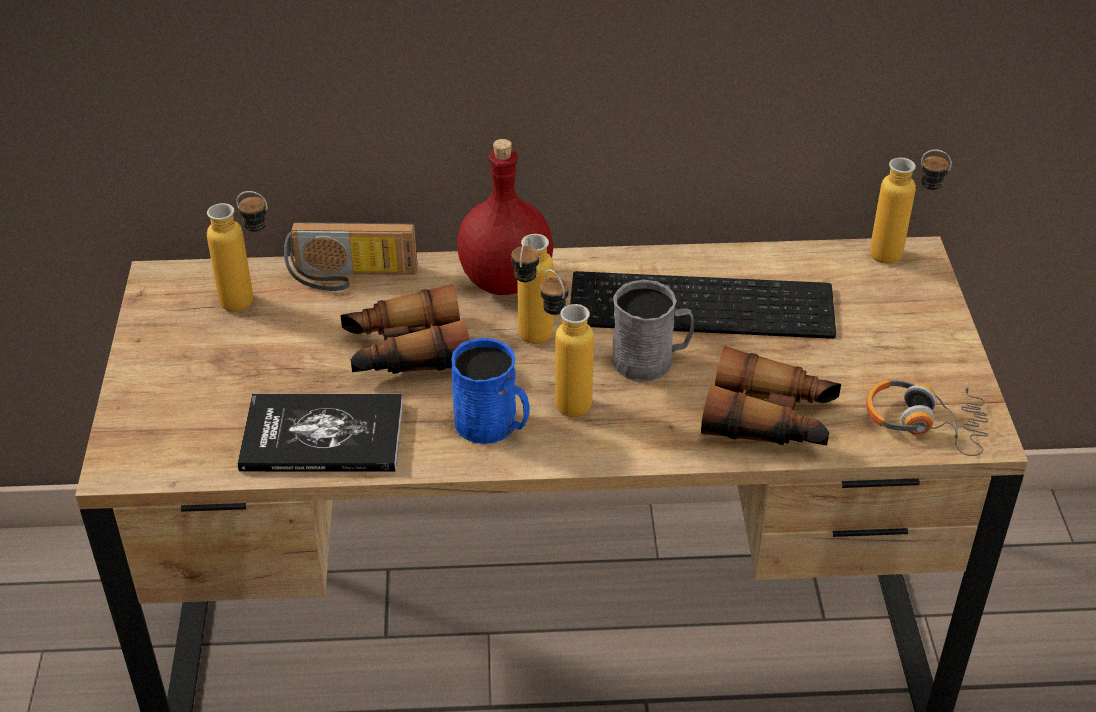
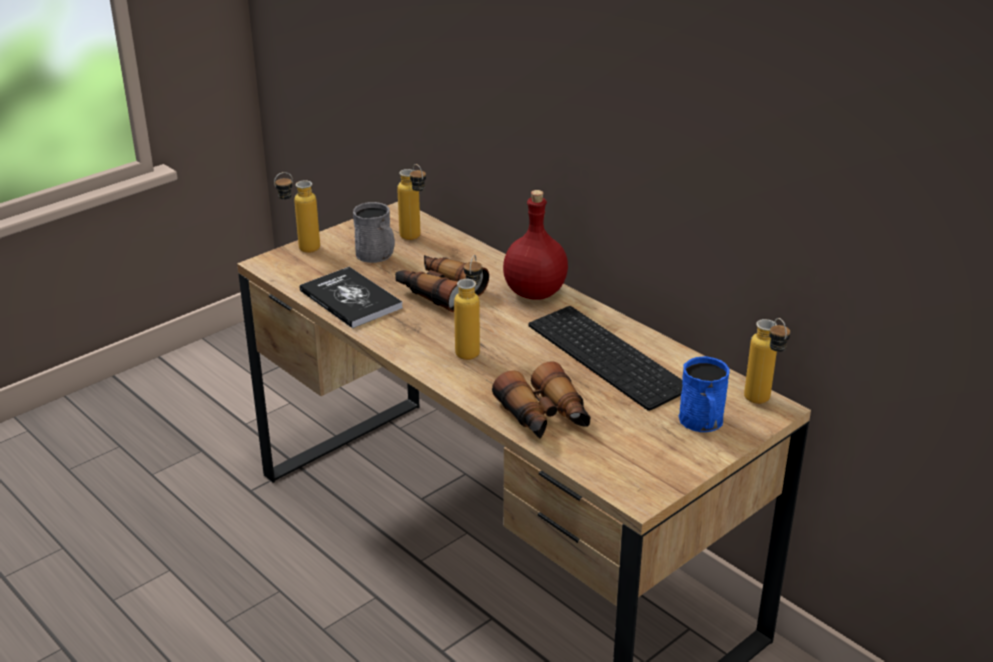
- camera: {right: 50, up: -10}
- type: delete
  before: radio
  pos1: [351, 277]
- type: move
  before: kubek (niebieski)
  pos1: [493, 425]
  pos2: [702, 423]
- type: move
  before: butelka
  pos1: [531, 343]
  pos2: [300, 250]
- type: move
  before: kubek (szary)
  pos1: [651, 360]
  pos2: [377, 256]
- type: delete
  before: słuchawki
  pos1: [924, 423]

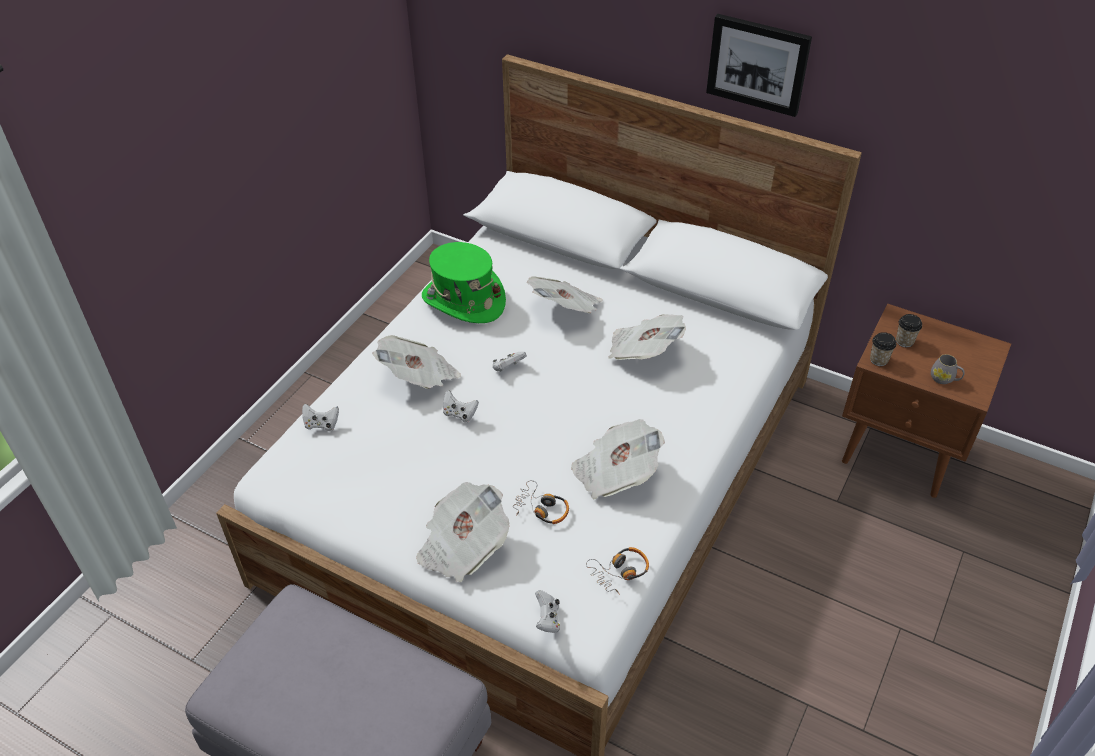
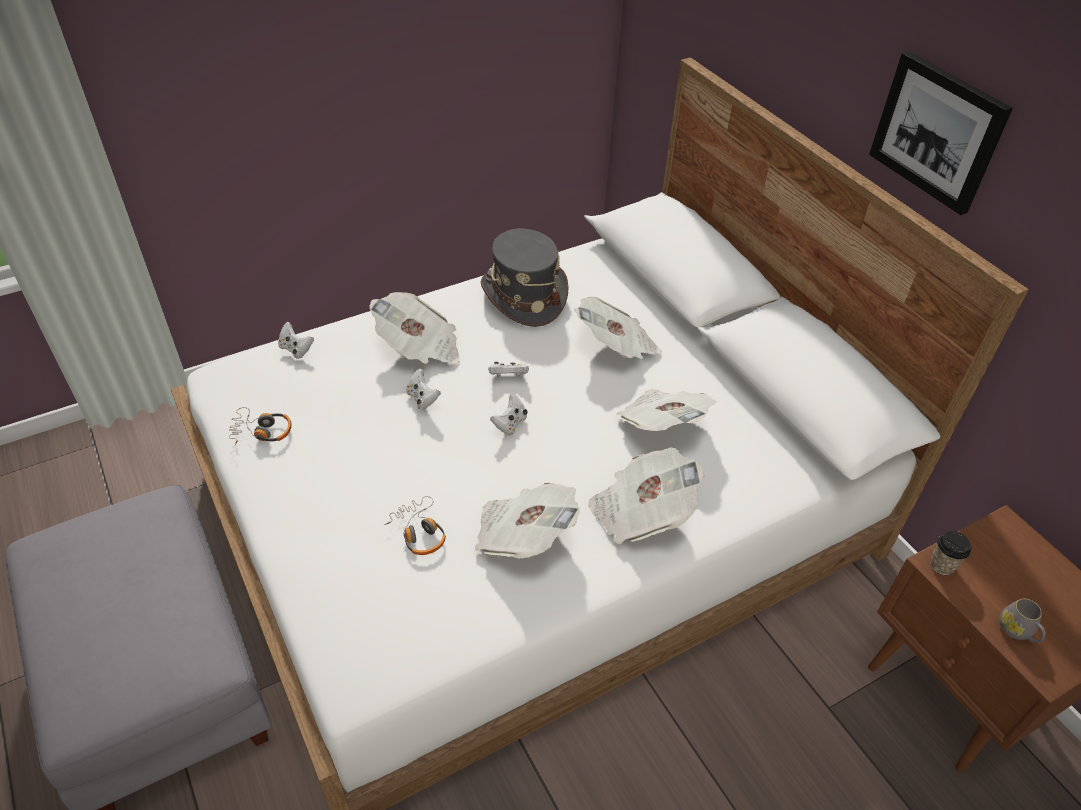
- camera: {right: 30, up: 0}
- type: move
  before: gazeta
  pos1: [462, 546]
  pos2: [641, 512]
- type: recolor
  before: kapelusz (zielony)
  after: kapelusz (szary)
  pos1: [463, 300]
  pos2: [523, 296]
- type: move
  before: pad do gier (biały)
  pos1: [547, 619]
  pos2: [510, 424]
- type: move
  before: słuchawki
  pos1: [620, 572]
  pos2: [261, 431]
- type: delete
  before: filiżanka
  pos1: [904, 341]

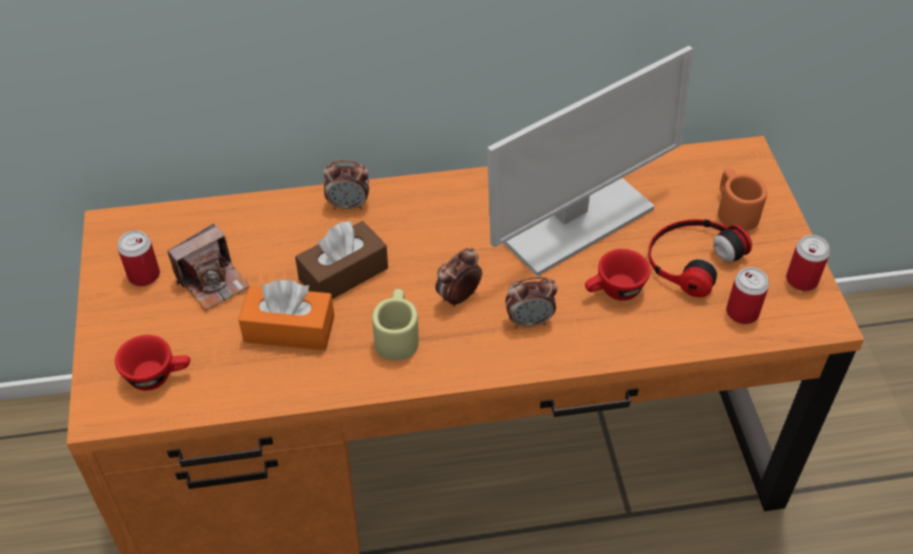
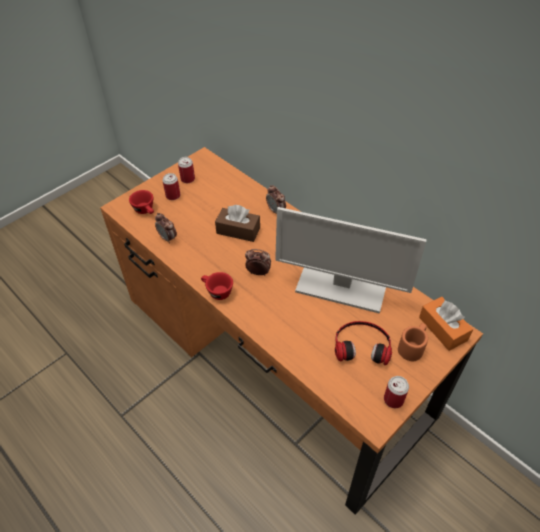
- camera: {right: 55, up: 0}
- type: delete
  before: aparat fotograficzny
  pos1: [213, 282]
- type: move
  before: pudełko chusteczek (pomarańczowy)
  pos1: [289, 329]
  pos2: [443, 328]
- type: delete
  before: kubek (beżowy)
  pos1: [397, 335]
- type: move
  before: budzik
  pos1: [529, 321]
  pos2: [168, 238]
- type: move
  before: filiżanka (czerwony)
  pos1: [614, 291]
  pos2: [216, 292]
- type: move
  before: puszka
  pos1: [742, 312]
  pos2: [173, 195]

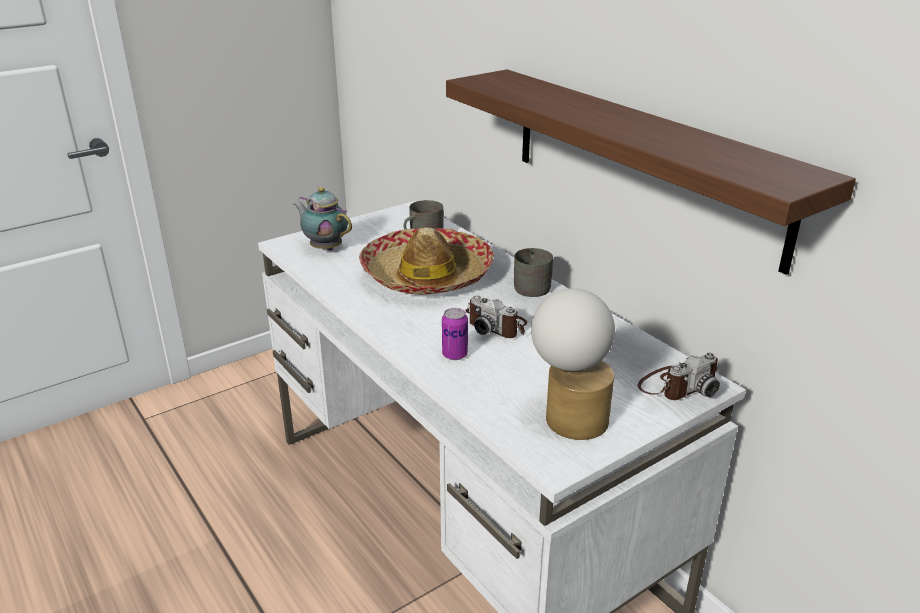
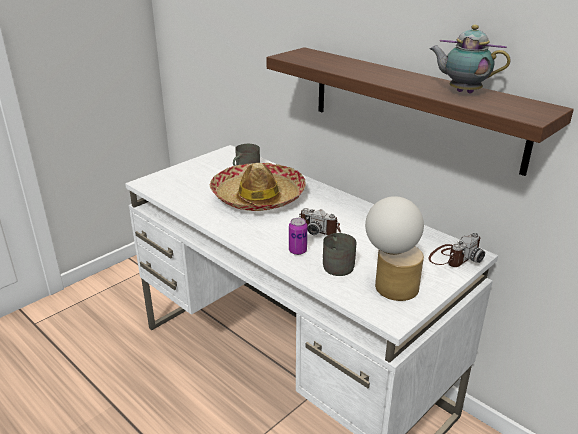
- camera: {right: -10, up: 0}
- type: move
  before: imbryk
  pos1: [325, 248]
  pos2: [462, 92]
- type: move
  before: kubek (szary)
  pos1: [532, 285]
  pos2: [338, 264]

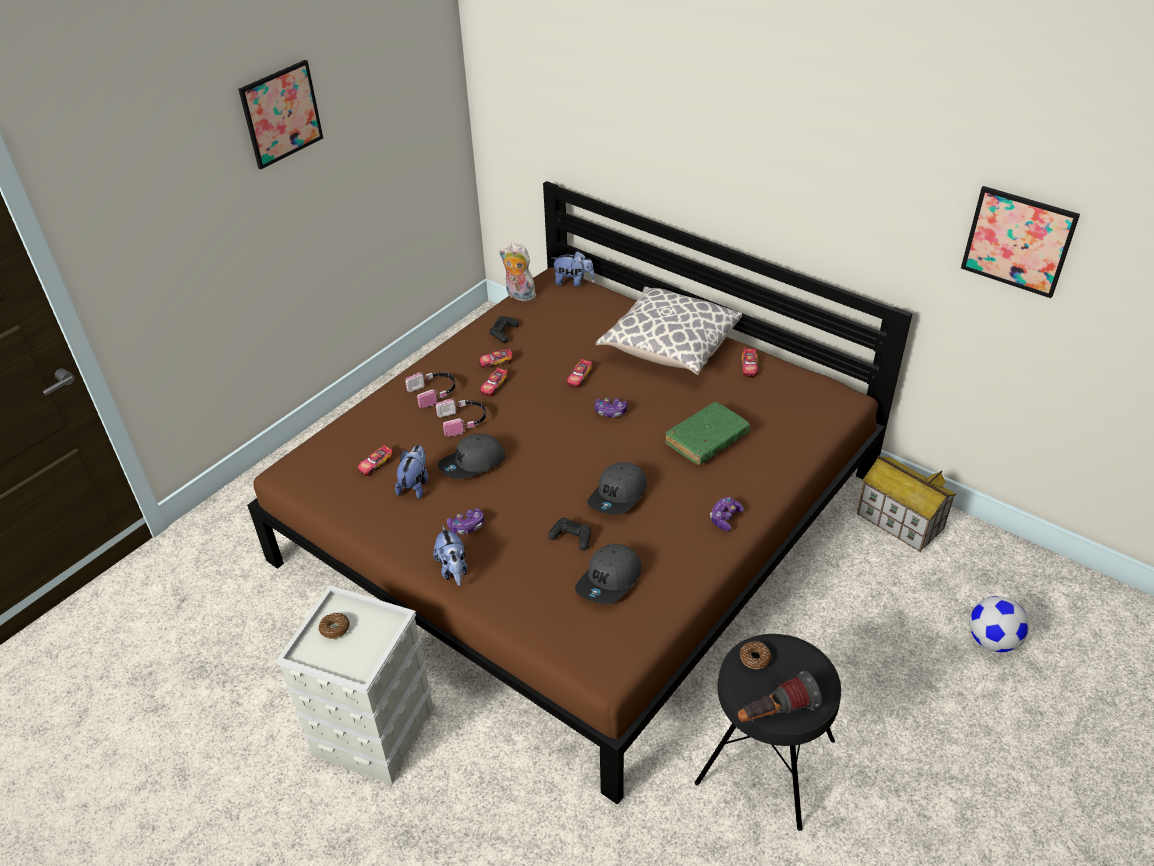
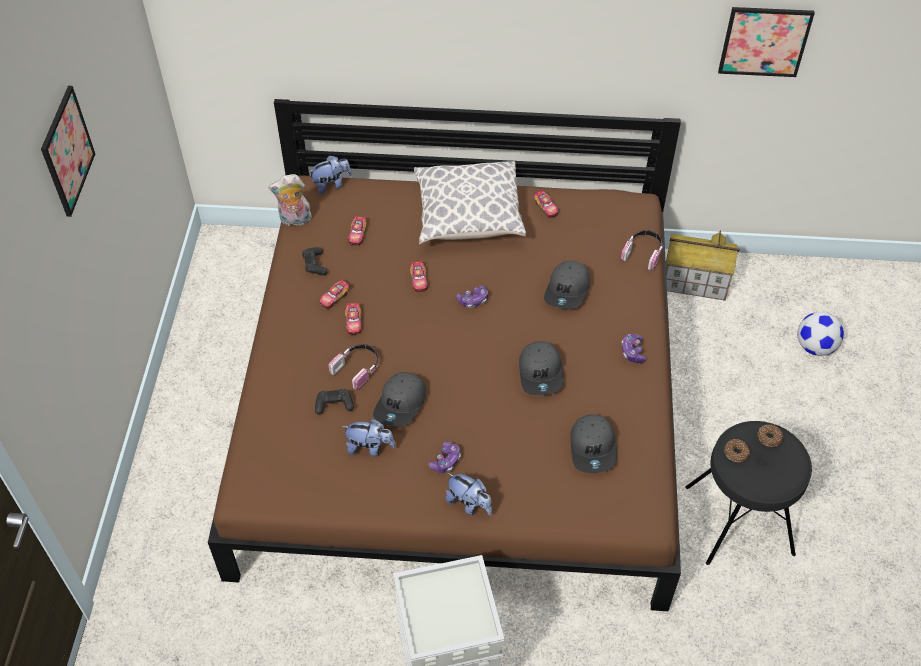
- camera: {right: -35, up: 10}
- type: move
  before: donut
  pos1: [335, 629]
  pos2: [769, 438]
- type: move
  before: samochodzik
  pos1: [375, 465]
  pos2: [357, 234]
- type: rotate
  before: pluszak
  pos1: [415, 485]
  pos2: [370, 447]
  turn: 120
- type: move
  before: słuchawki
  pos1: [434, 393]
  pos2: [643, 252]
- type: move
  before: pad do gier (czarny)
  pos1: [571, 538]
  pos2: [334, 404]
- type: replace
  before: książka (zielony)
  after: czapka z daszkiem (szary)
  pos1: [707, 440]
  pos2: [568, 290]
- type: delete
  before: latarka
  pos1: [775, 713]

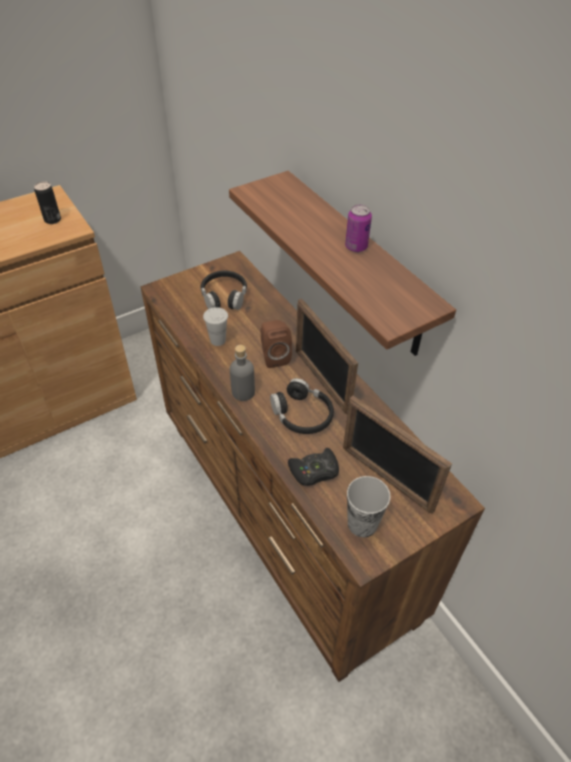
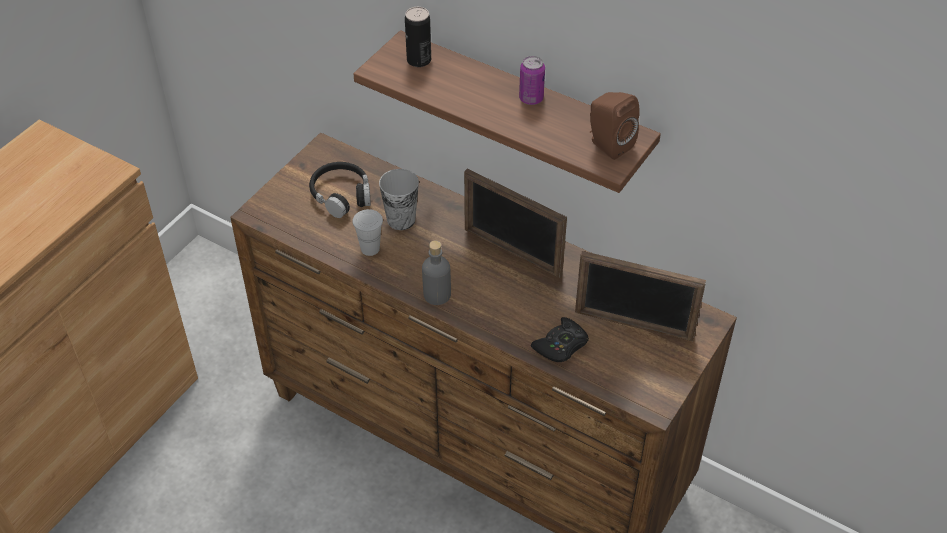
- camera: {right: -25, up: 0}
- type: move
  before: puszka
  pos1: [52, 220]
  pos2: [419, 60]
- type: move
  before: głośnik (brązowy)
  pos1: [274, 356]
  pos2: [608, 144]
- type: delete
  before: słuchawki (czarny)
  pos1: [302, 415]
- type: move
  before: filiżanka
  pos1: [362, 523]
  pos2: [401, 220]

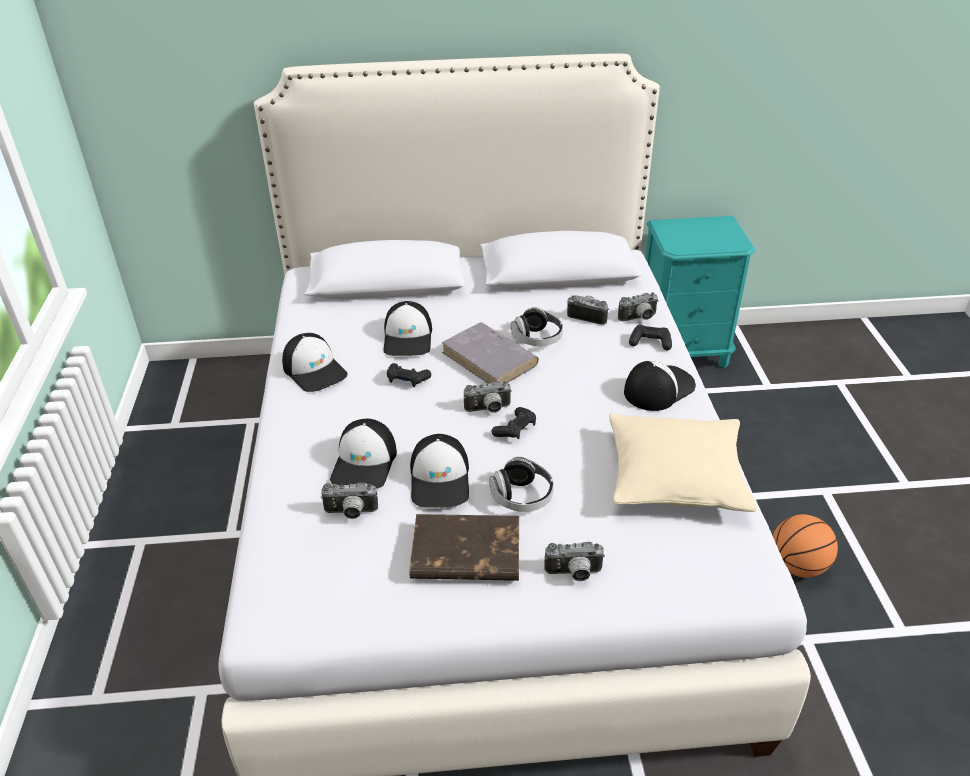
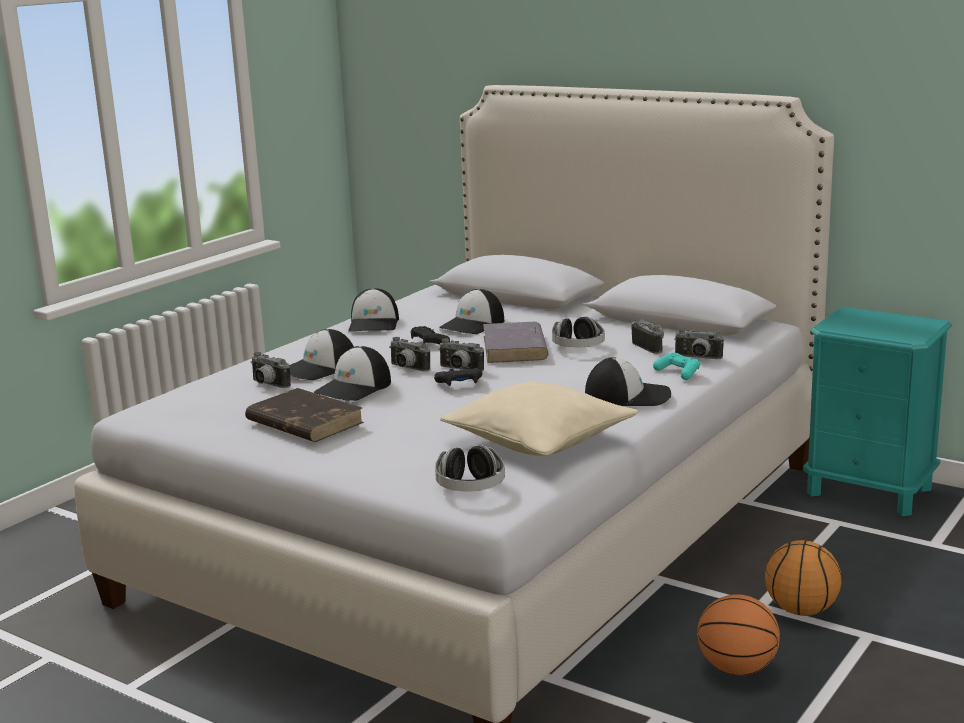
- camera: {right: 40, up: -20}
- type: move
  before: słuchawki
  pos1: [522, 497]
  pos2: [470, 488]
- type: move
  before: aparat fotograficzny
  pos1: [574, 574]
  pos2: [407, 368]
- type: recolor
  before: pad do gier (czarny)
  after: pad do gier (turkusowy)
  pos1: [650, 342]
  pos2: [678, 372]
- type: insert
  after: piłka do koszykówki
  pos2: [801, 611]

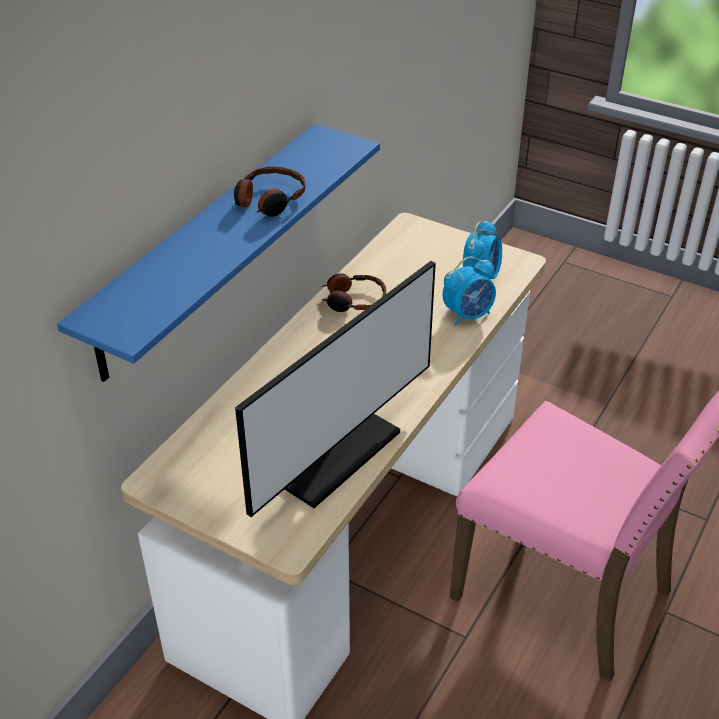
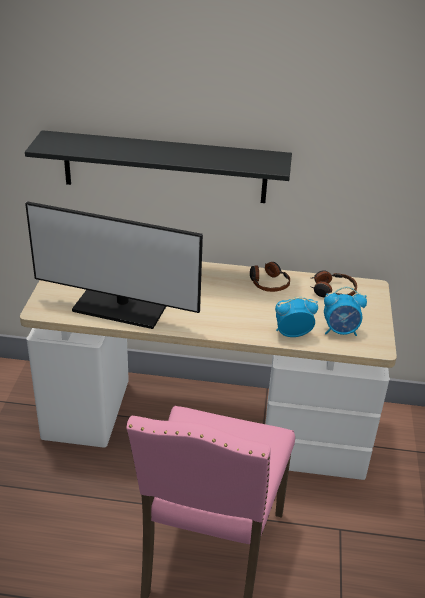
- camera: {right: 65, up: -5}
- type: recolor
  before: półka (niebieski)
  after: półka (czarny)
  pos1: [206, 249]
  pos2: [165, 167]
- type: move
  before: słuchawki
  pos1: [269, 200]
  pos2: [332, 291]
- type: rotate
  before: budzik
  pos1: [468, 315]
  pos2: [292, 333]
  turn: 135

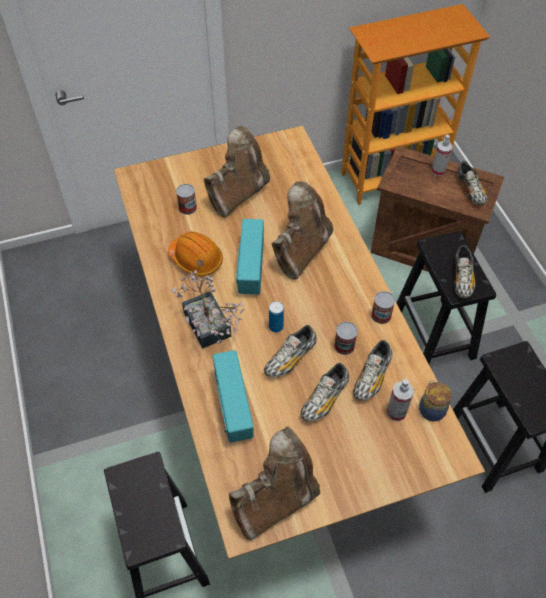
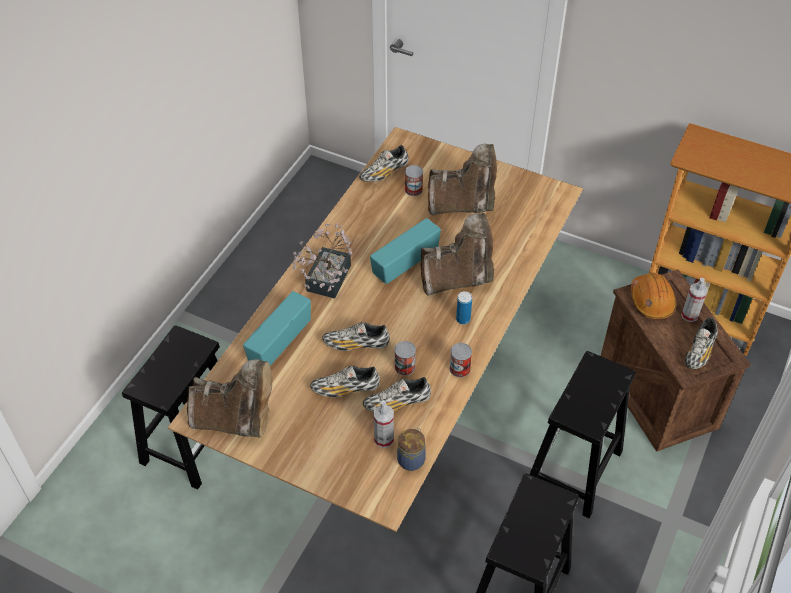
- camera: {right: 45, up: -5}
- type: move
  before: kask (pomarańczowy)
  pos1: [196, 259]
  pos2: [651, 301]
- type: move
  before: puszka
  pos1: [276, 327]
  pos2: [463, 319]
- type: move
  before: but
  pos1: [462, 278]
  pos2: [384, 173]

